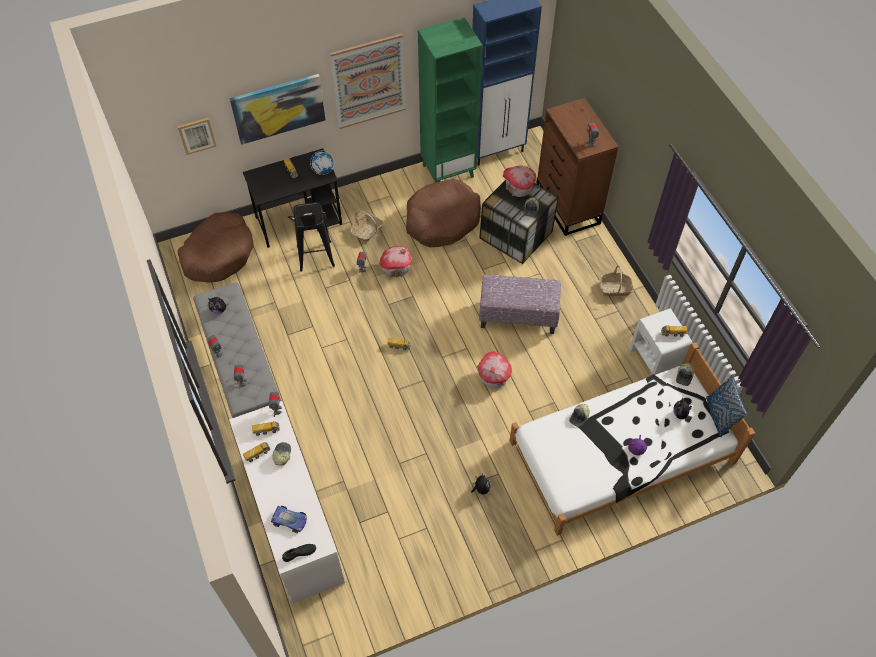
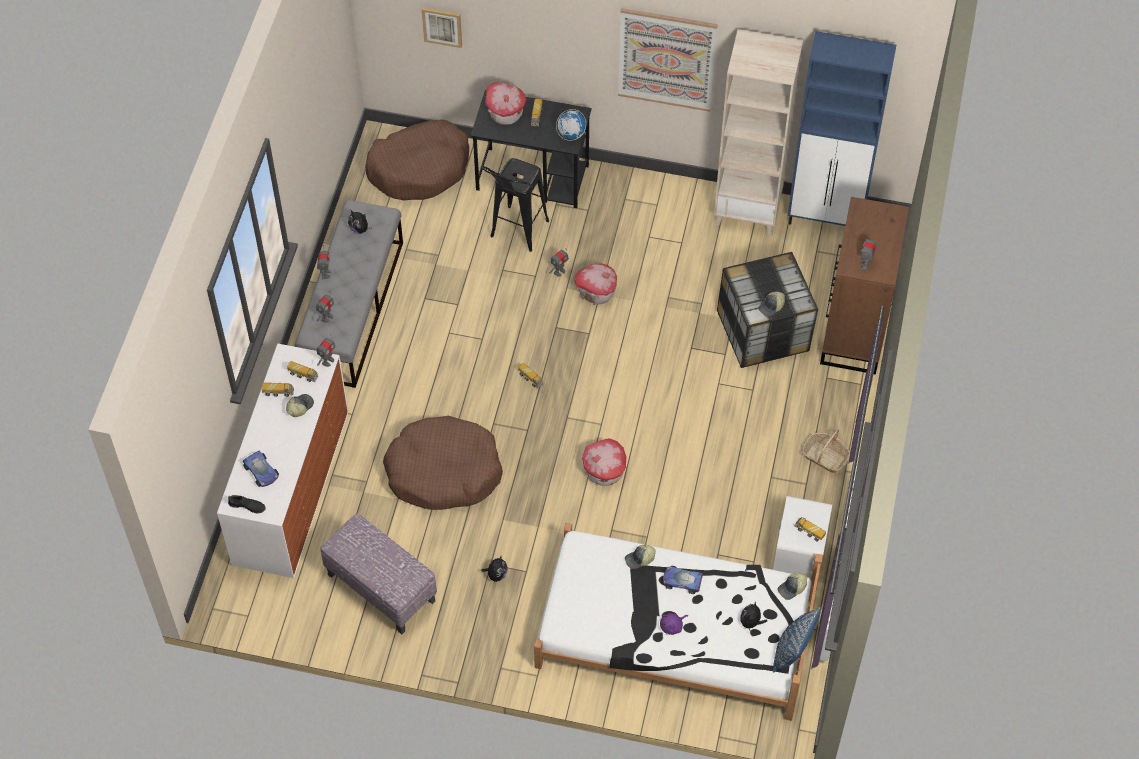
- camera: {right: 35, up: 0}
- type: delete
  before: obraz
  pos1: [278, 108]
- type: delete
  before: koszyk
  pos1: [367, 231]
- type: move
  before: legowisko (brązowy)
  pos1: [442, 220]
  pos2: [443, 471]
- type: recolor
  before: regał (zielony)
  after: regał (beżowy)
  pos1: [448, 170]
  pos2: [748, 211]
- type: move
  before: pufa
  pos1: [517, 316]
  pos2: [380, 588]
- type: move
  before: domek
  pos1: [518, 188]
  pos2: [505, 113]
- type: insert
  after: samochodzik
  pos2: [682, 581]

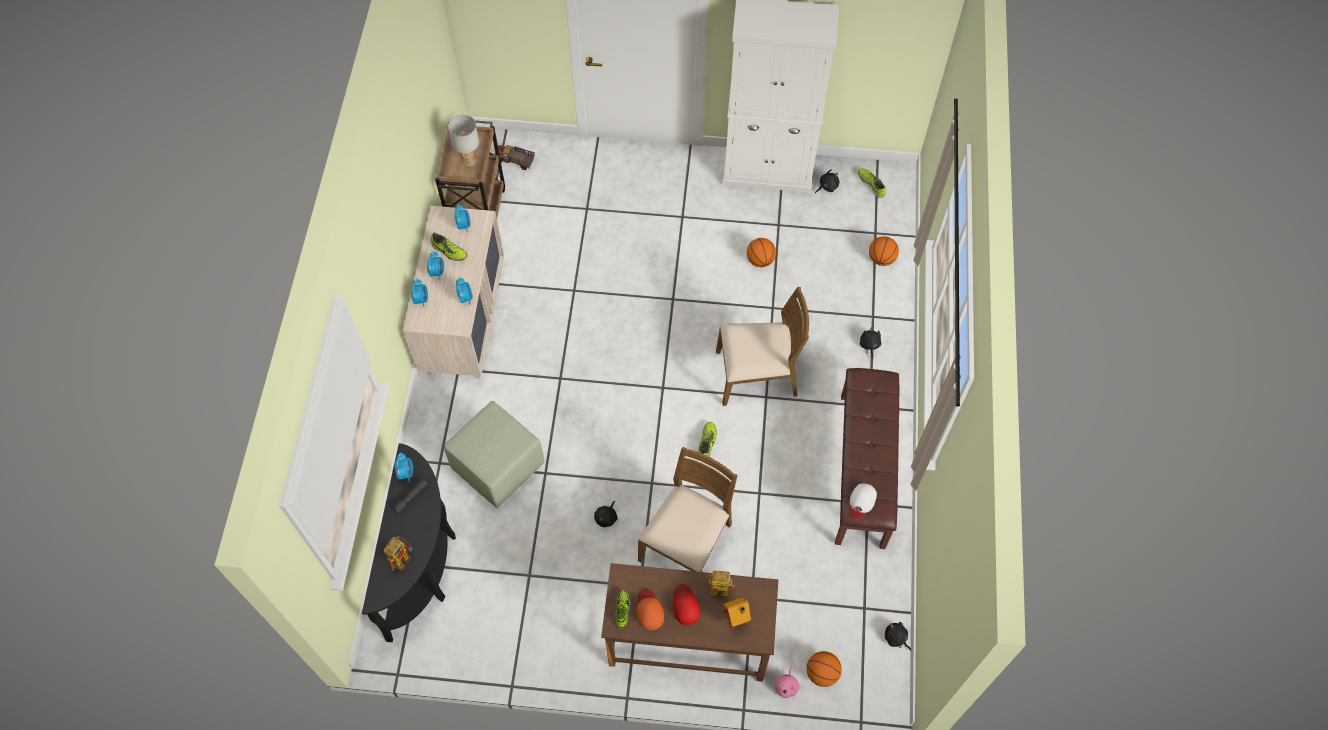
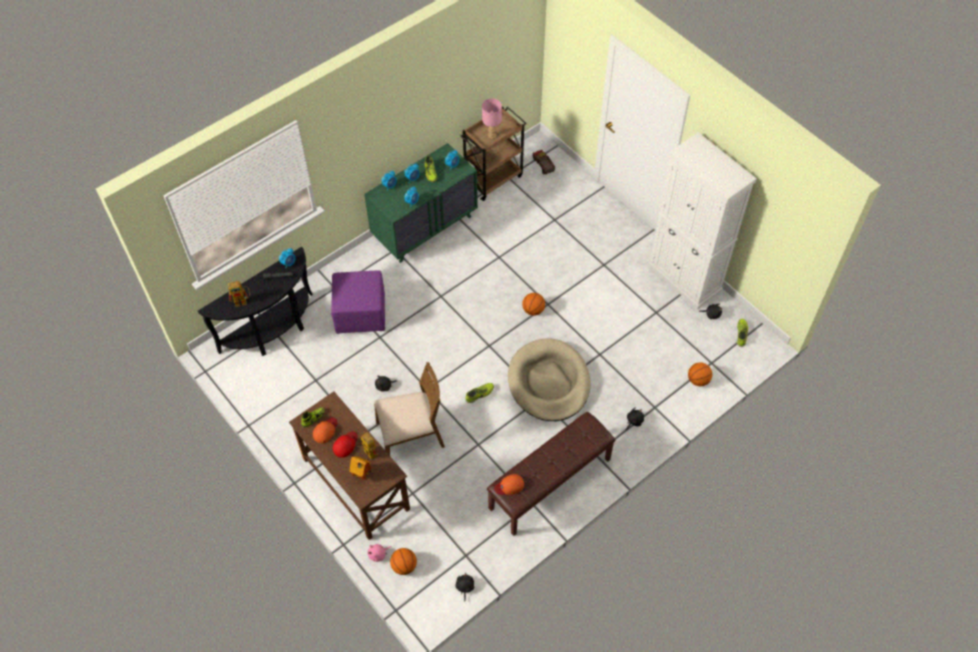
- camera: {right: 45, up: -5}
- type: recolor
  before: komoda (beżowy)
  after: komoda (zielony)
  pos1: [464, 320]
  pos2: [425, 227]
- type: recolor
  before: pufa (zielony)
  after: pufa (fioletowy)
  pos1: [498, 465]
  pos2: [361, 313]
- type: recolor
  before: lampa stołowa (szary)
  after: lampa stołowa (różowy)
  pos1: [469, 162]
  pos2: [491, 135]
- type: replace
  before: krzesło (brązowy)
  after: legowisko (beżowy)
  pos1: [757, 375]
  pos2: [549, 382]
- type: move
  before: piłka do koszykówki
  pos1: [760, 260]
  pos2: [533, 310]
- type: recolor
  before: czapka z daszkiem (biały)
  after: czapka z daszkiem (pomarańczowy)
  pos1: [861, 502]
  pos2: [509, 486]

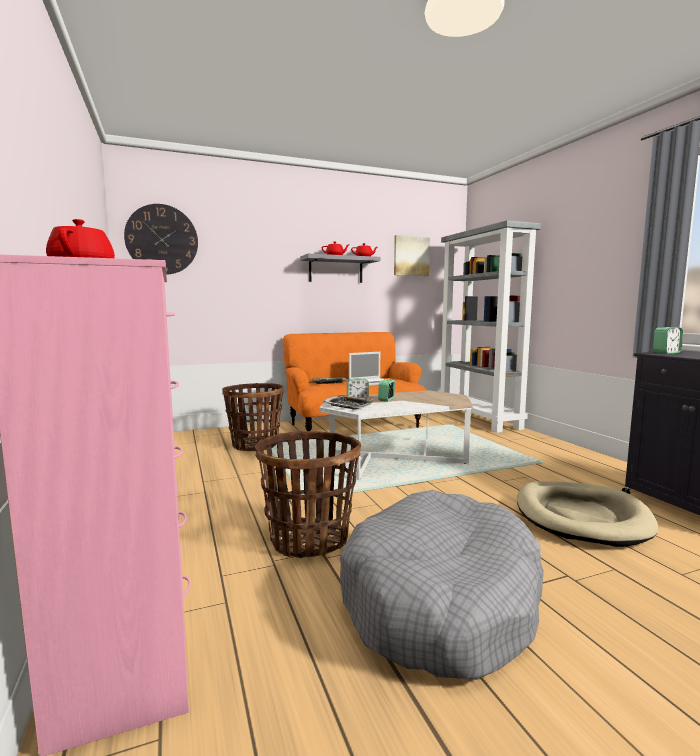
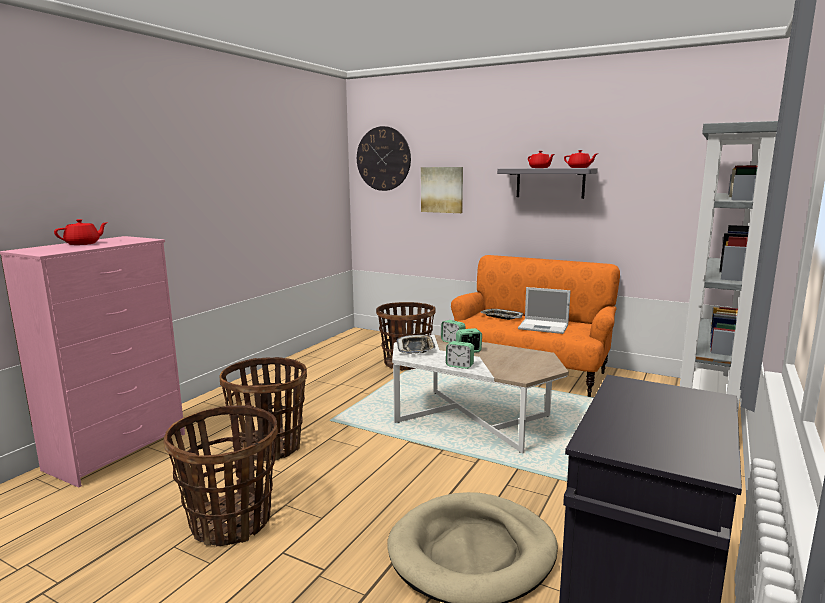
- camera: {right: 50, up: 5}
- type: replace
  before: legowisko (szary)
  after: koszyk
  pos1: [441, 600]
  pos2: [231, 521]
- type: move
  before: obraz
  pos1: [411, 256]
  pos2: [442, 189]
- type: move
  before: budzik
  pos1: [666, 352]
  pos2: [459, 366]

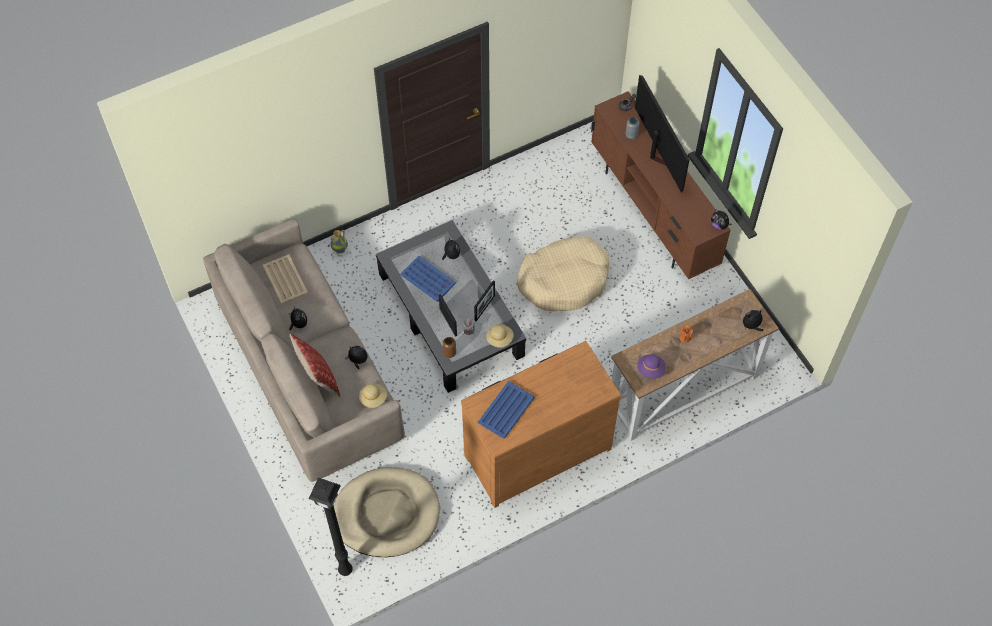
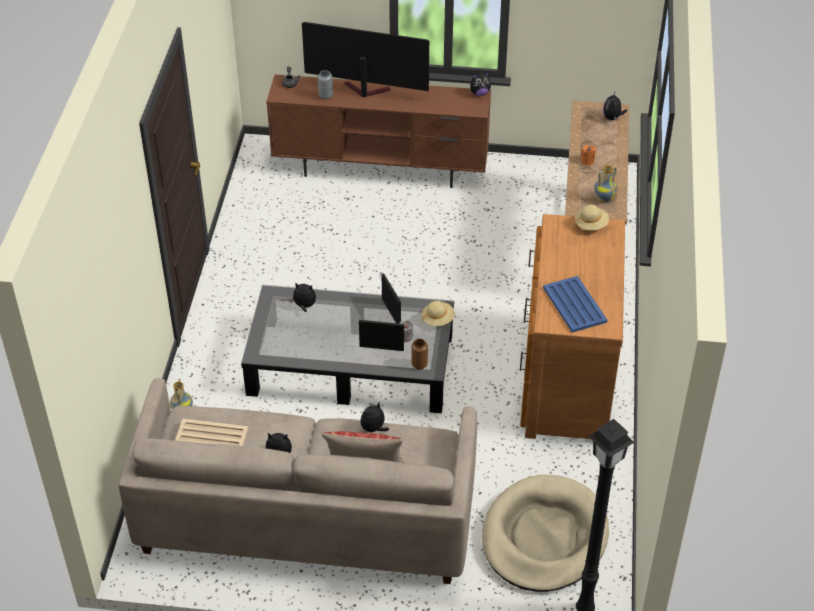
- camera: {right: -55, up: -15}
- type: move
  before: kapelusz (beżowy)
  pos1: [373, 398]
  pos2: [591, 225]
- type: delete
  before: taca (niebieski)
  pos1: [427, 278]
- type: delete
  before: legowisko (beżowy)
  pos1: [564, 280]
- type: replace
  before: kapelusz (fioletowy)
  after: wazon
  pos1: [651, 369]
  pos2: [603, 199]

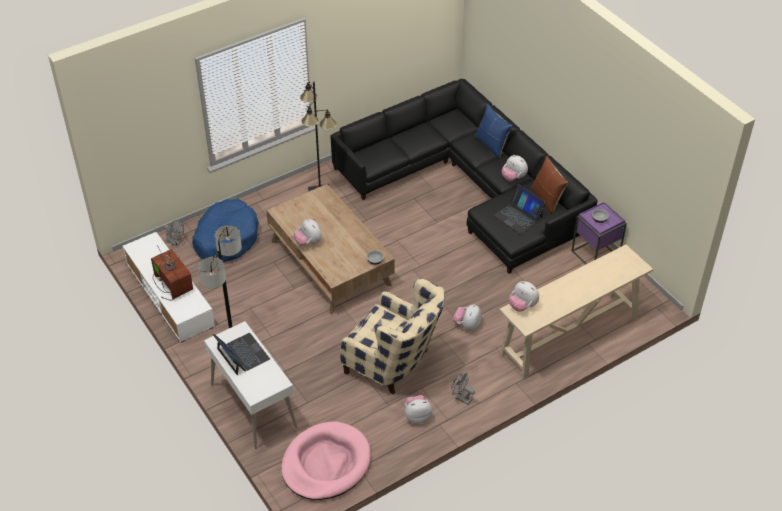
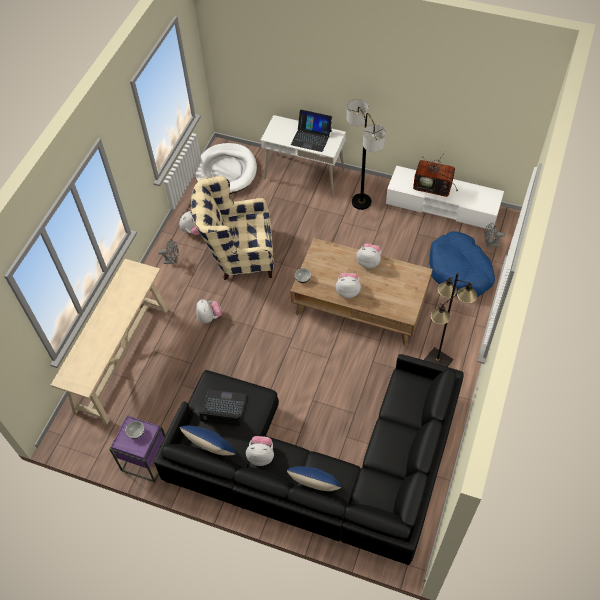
- camera: {right: 145, up: 10}
- type: recolor
  before: legowisko (różowy)
  after: legowisko (biały)
  pos1: [326, 464]
  pos2: [226, 171]
- type: move
  before: pluszak
  pos1: [522, 306]
  pos2: [348, 291]
- type: recolor
  before: poduszka (brązowy)
  after: poduszka (niebieski)
  pos1: [546, 199]
  pos2: [211, 449]

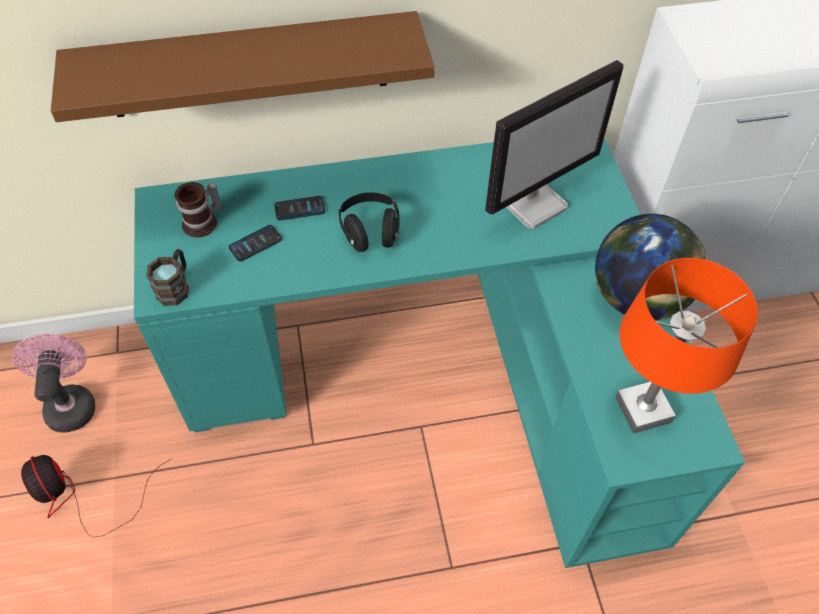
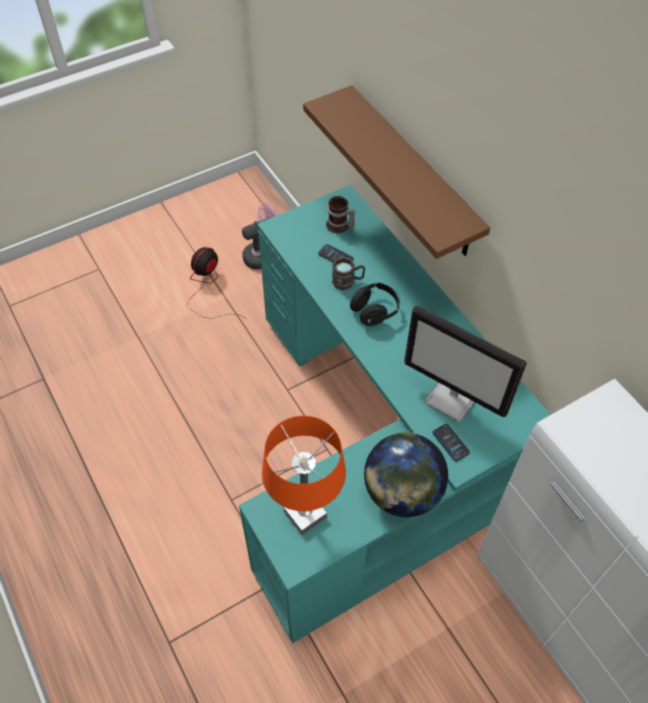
- camera: {right: 70, up: 0}
- type: move
  before: kubek (brązowy)
  pos1: [176, 286]
  pos2: [348, 281]
- type: move
  before: telefon
  pos1: [299, 209]
  pos2: [450, 442]

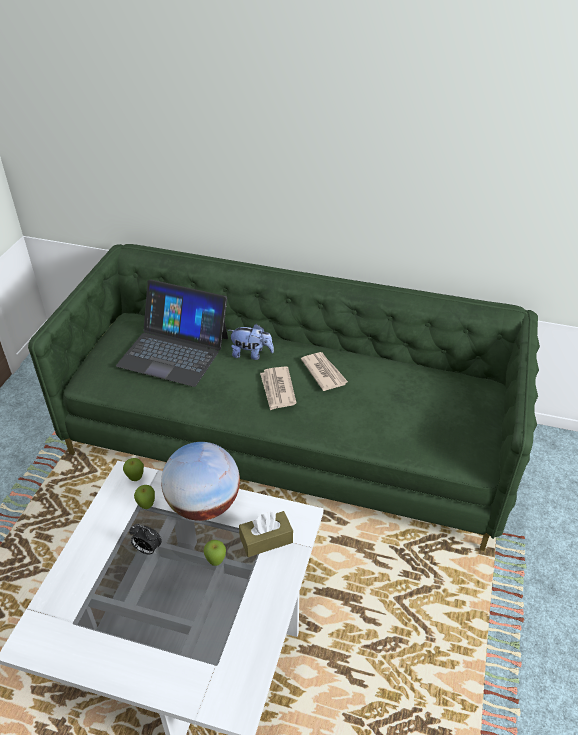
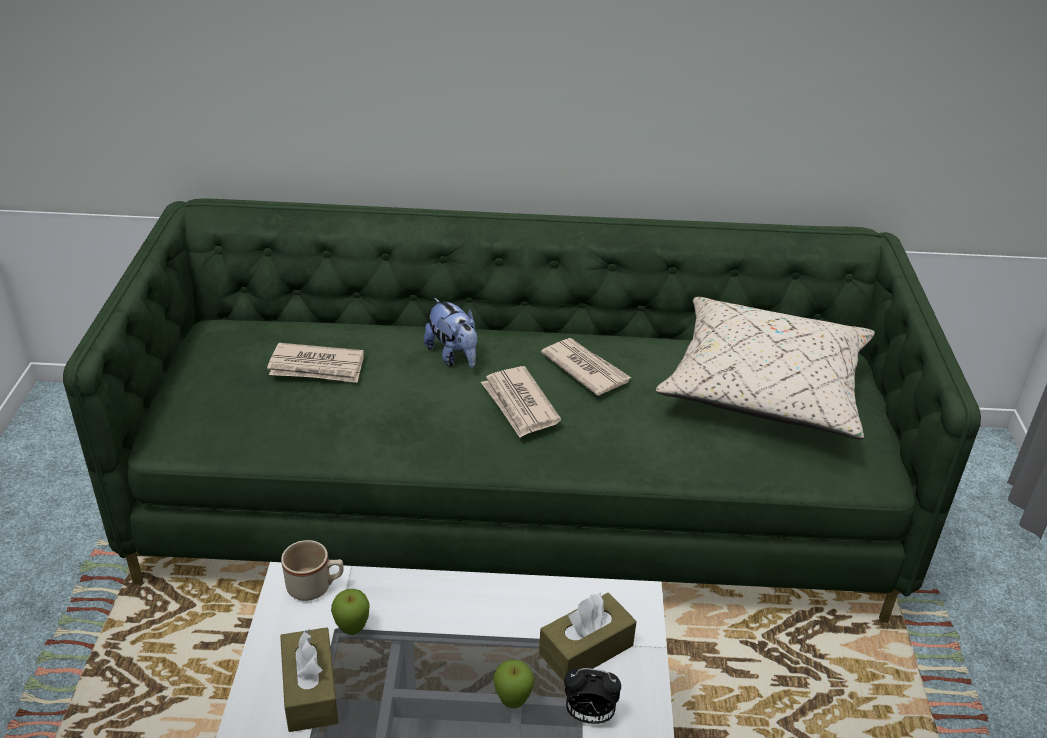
- camera: {right: -15, up: -5}
- type: replace
  before: laptop
  after: gazeta
  pos1: [174, 351]
  pos2: [317, 367]
- type: replace
  before: jabłko
  after: kubek (beżowy)
  pos1: [136, 479]
  pos2: [315, 587]
- type: move
  before: budzik
  pos1: [147, 549]
  pos2: [589, 716]
- type: delete
  before: globus
  pos1: [204, 504]
- type: rotate
  before: pluszak
  pos1: [251, 354]
  pos2: [454, 356]
  turn: 60
- type: insert
  after: pudełko chusteczek (brązowy)
  pos2: [310, 690]
- type: insert
  after: poduszka (beżowy)
  pos2: [765, 387]

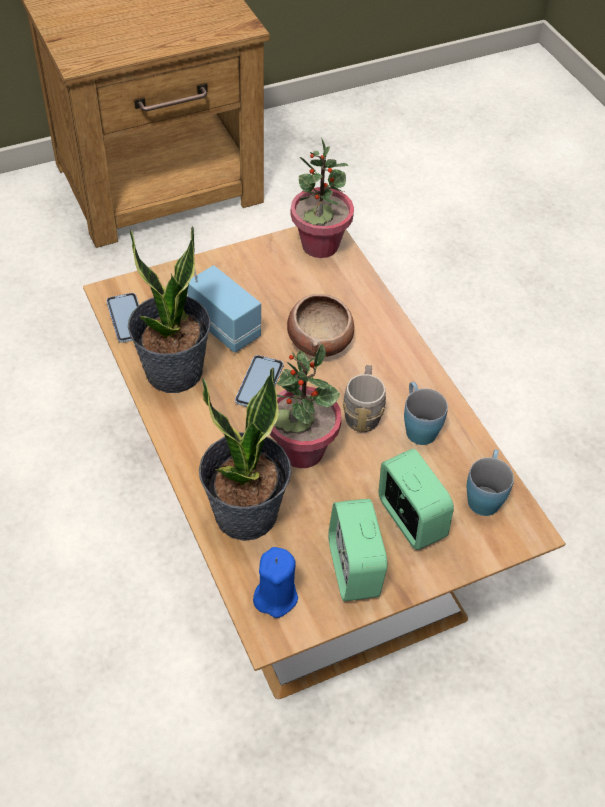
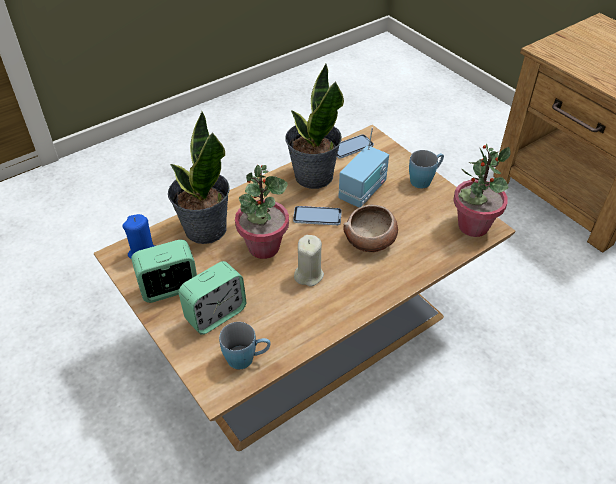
- camera: {right: 80, up: -5}
- type: replace
  before: kubek (szary)
  after: świeca (beżowy)
  pos1: [363, 412]
  pos2: [308, 275]
- type: move
  before: kubek (niebieski)
  pos1: [417, 426]
  pos2: [424, 179]

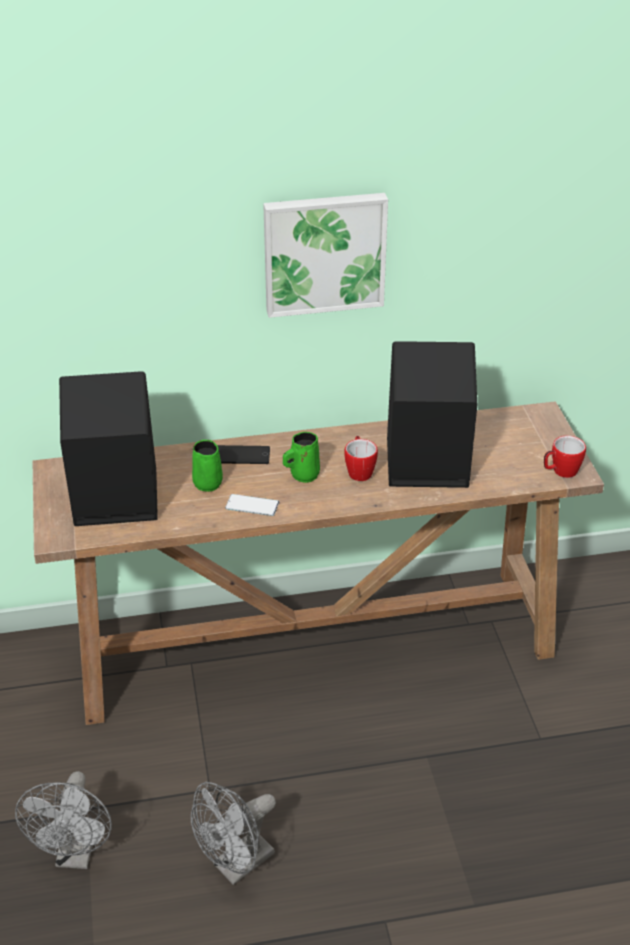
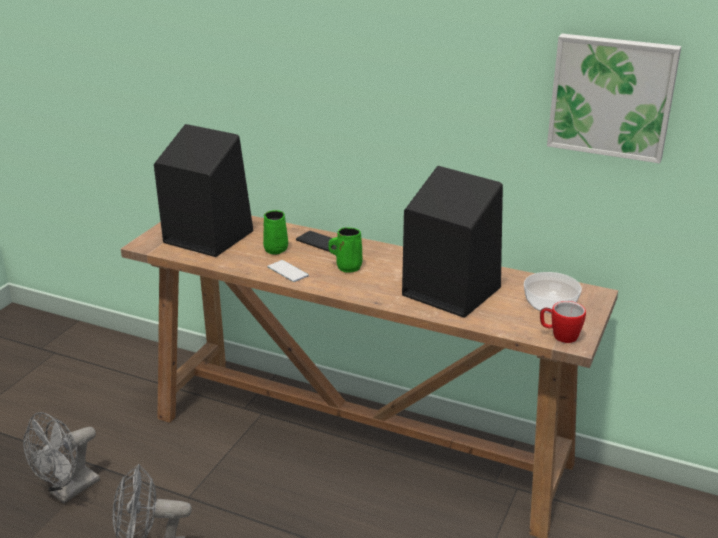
- camera: {right: 35, up: -10}
- type: move
  before: obraz
  pos1: [324, 252]
  pos2: [612, 96]
- type: delete
  before: kubek
  pos1: [359, 470]
- type: insert
  after: miska
  pos2: [550, 304]

